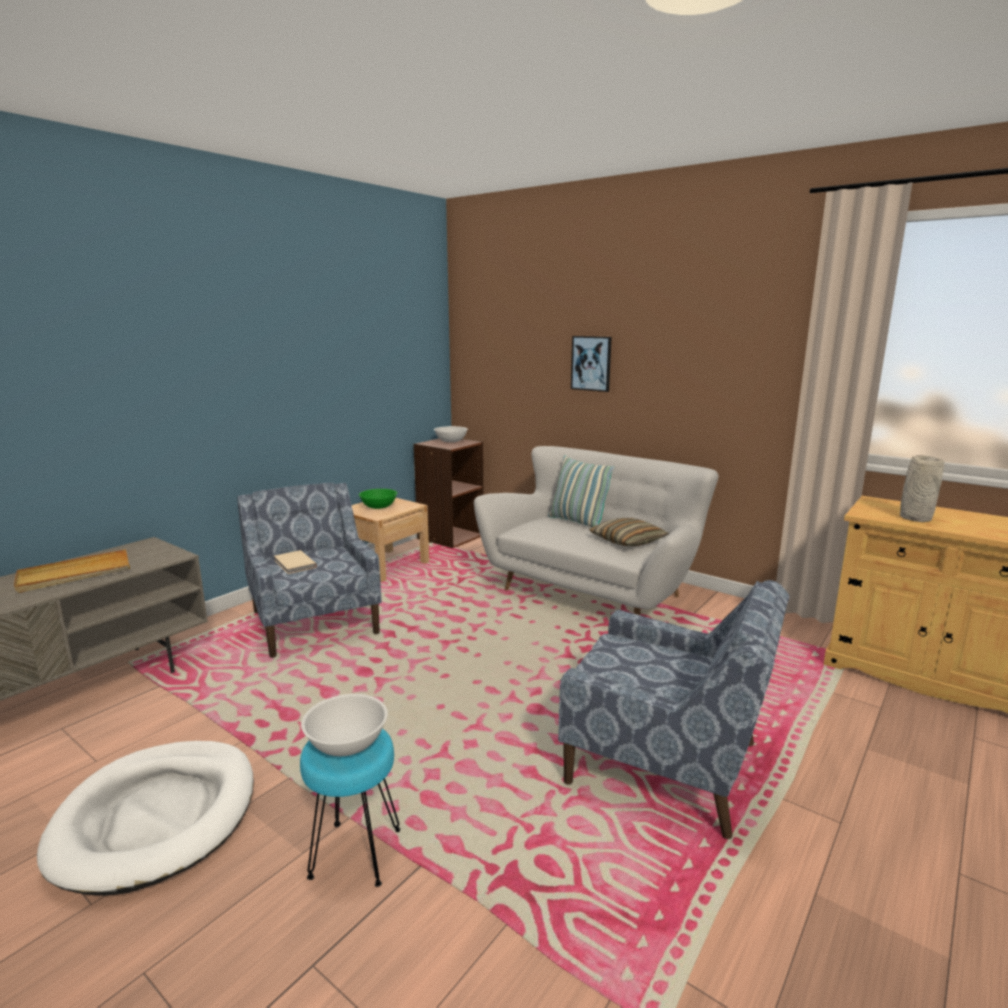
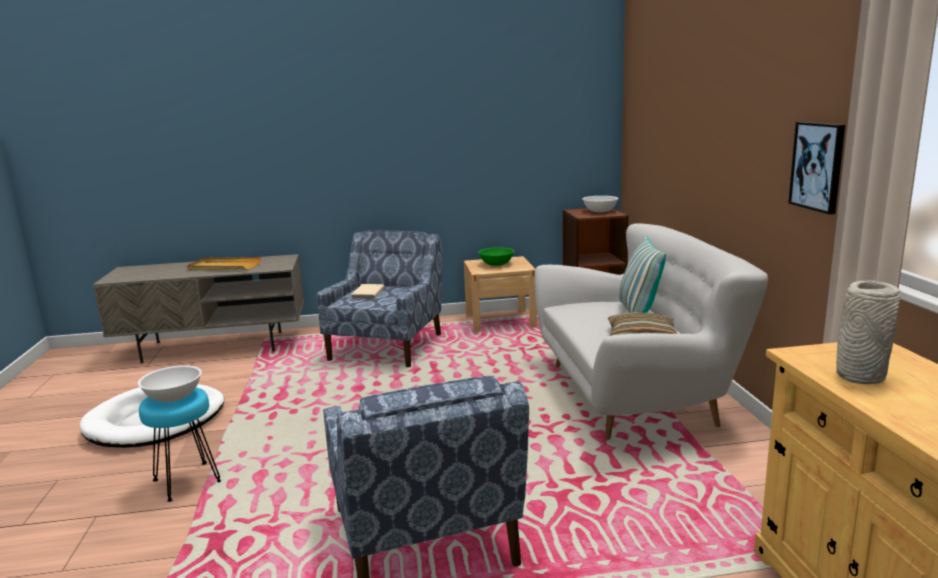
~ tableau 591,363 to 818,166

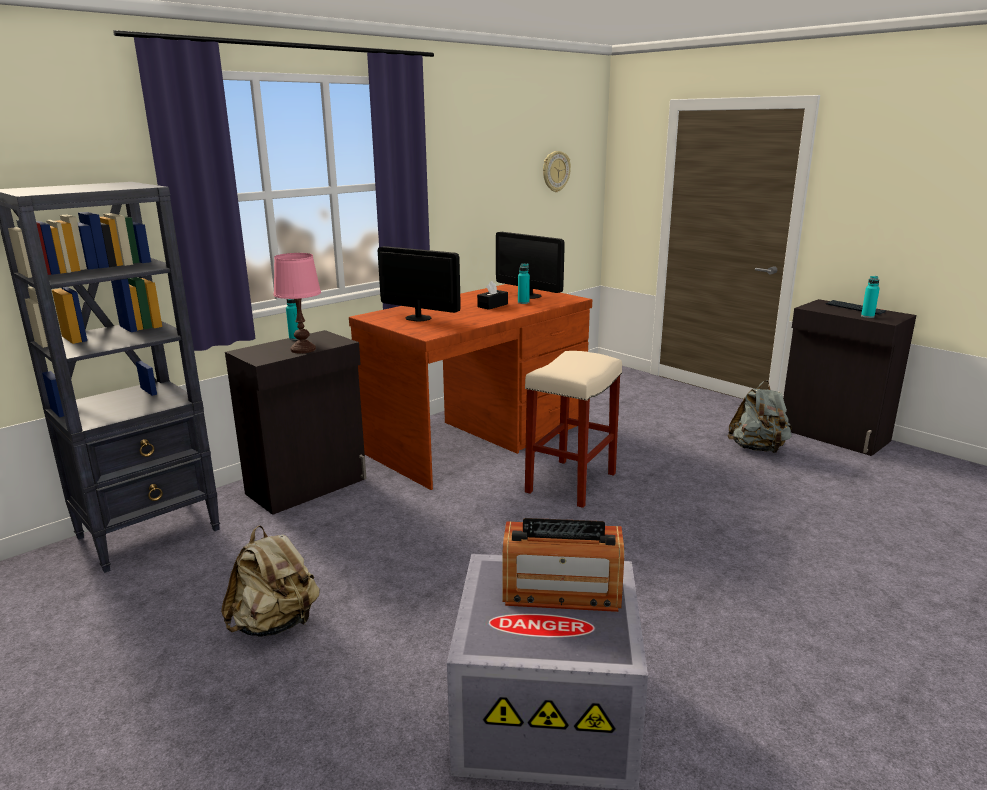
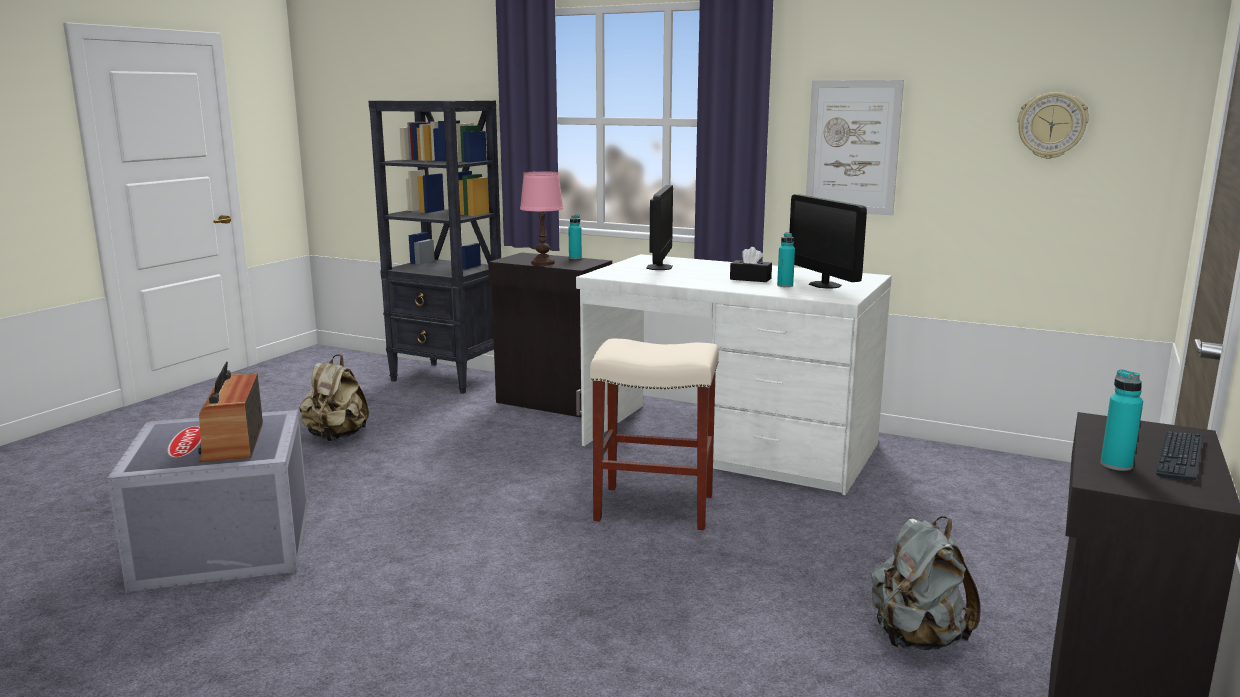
~ bureau (marron) 478,438 to bureau (blanc) 730,445
~ écran d'ordinateur 530,296 = 825,285 45 degrees counterclockwise
+ tableau 852,147

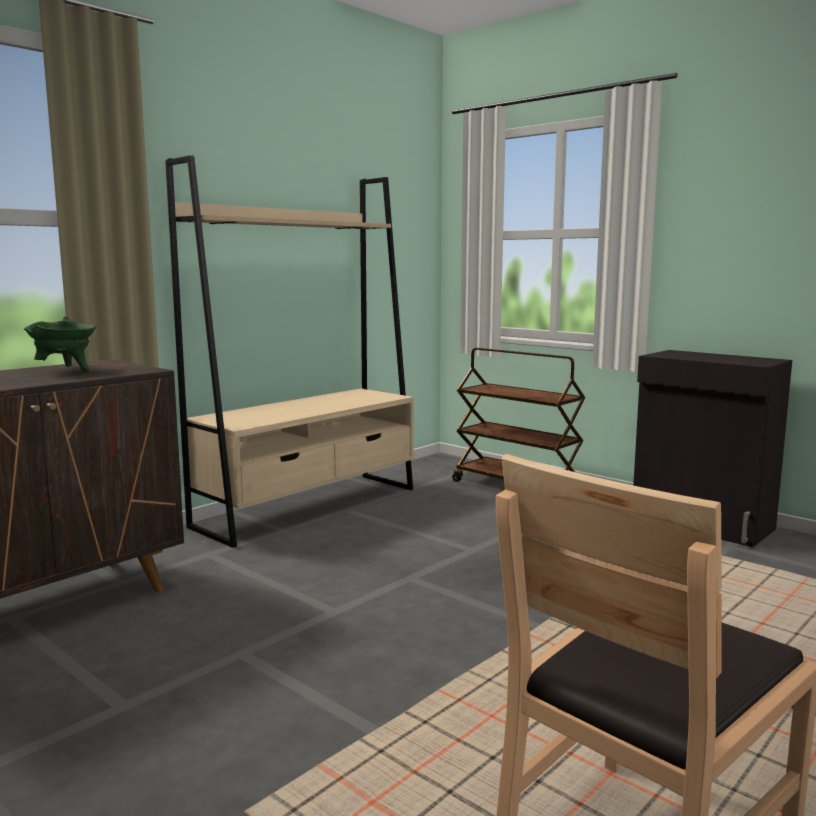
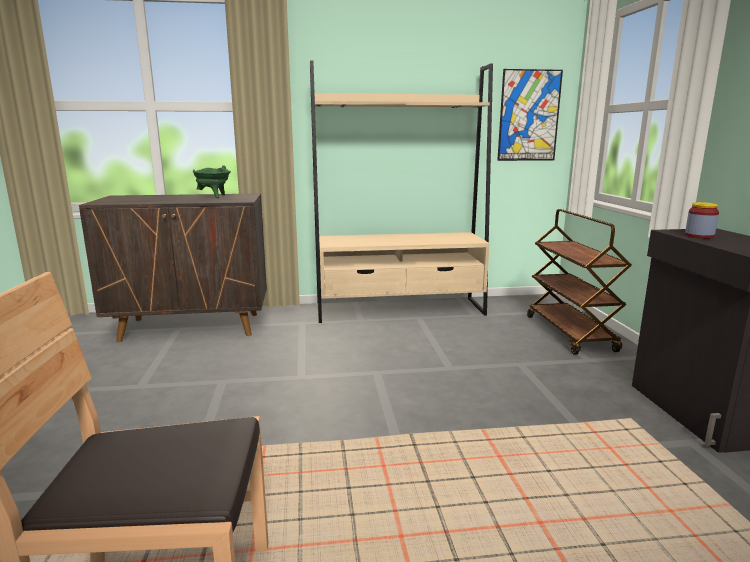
+ tableau 529,116
+ bocal 699,236

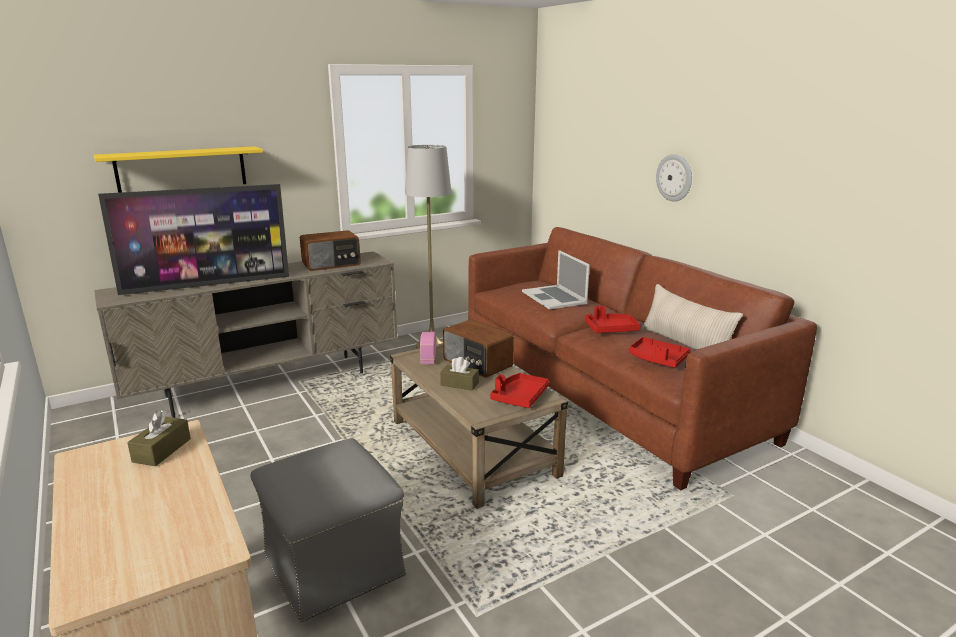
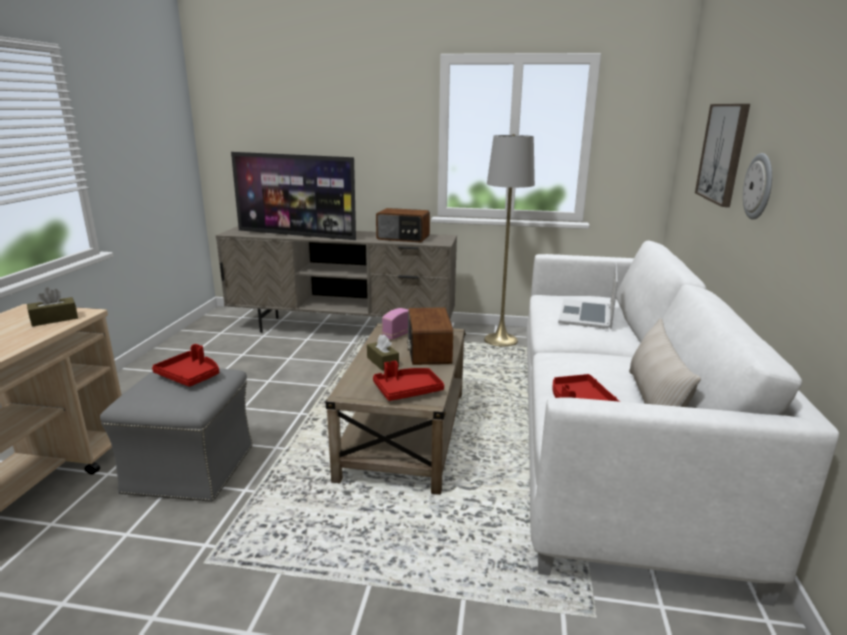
- étagère (jaune) 182,169
~ canapé (marron) 607,391 to canapé (blanc) 612,439
~ plateau (rouge) 611,329 to 190,376
+ tableau 723,153

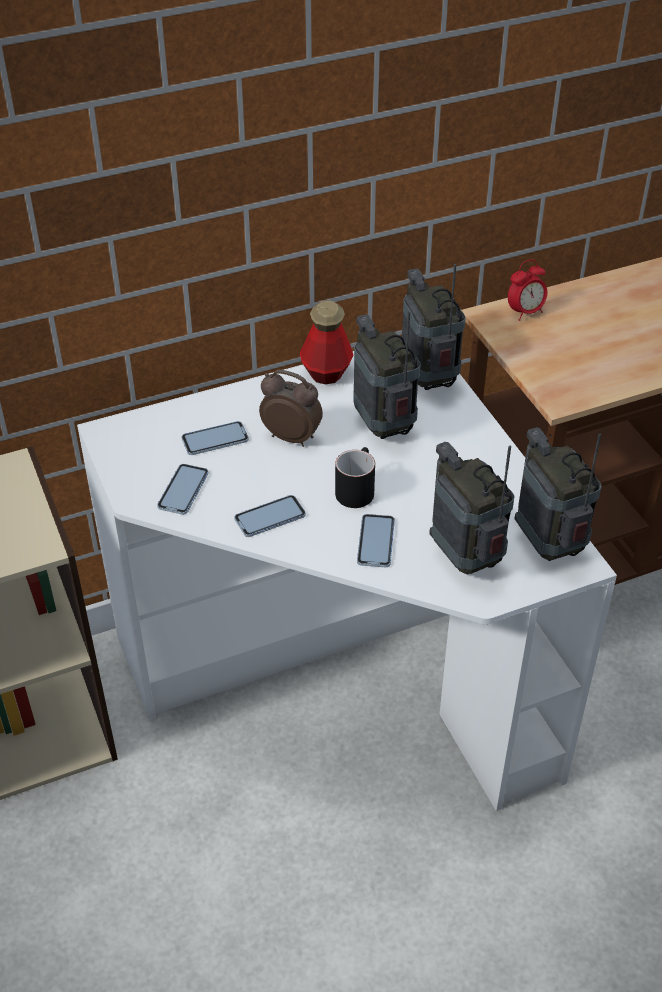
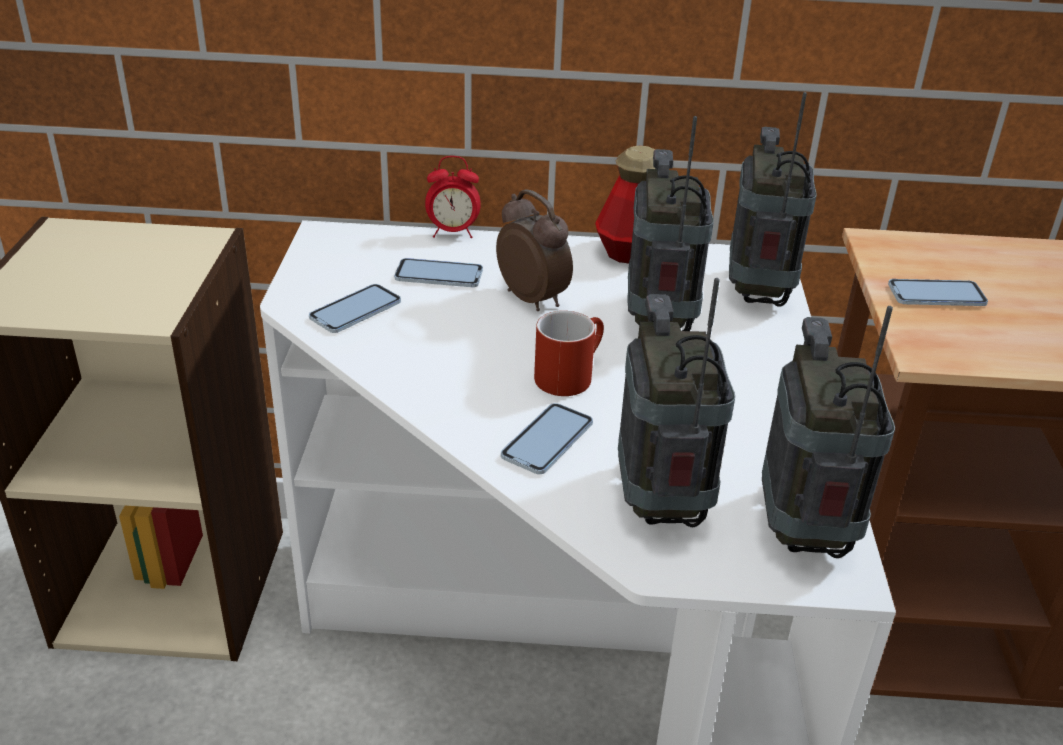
~ téléphone 270,517 to 936,295
~ mug (noir) 355,489 to mug (rouge) 569,374
~ réveil 525,312 to 453,233

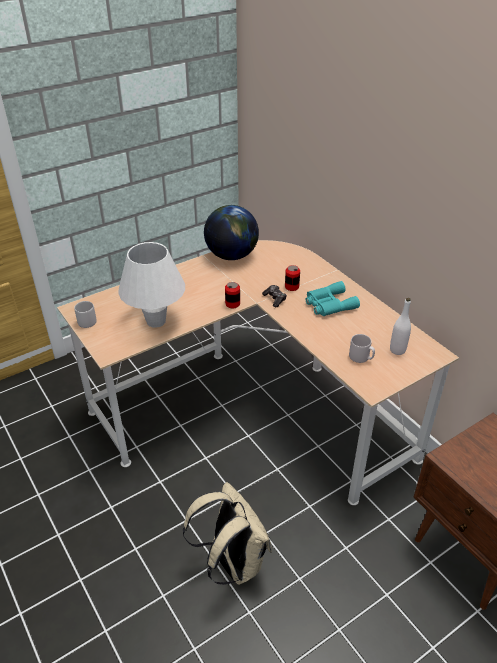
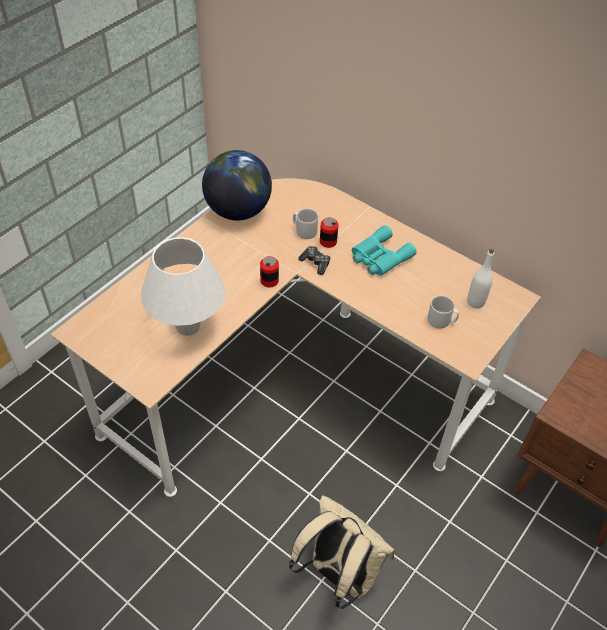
~ mug (gris) 86,321 to 304,231

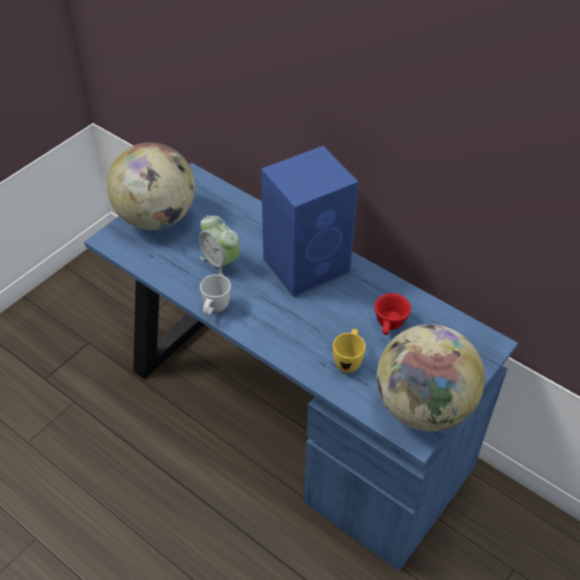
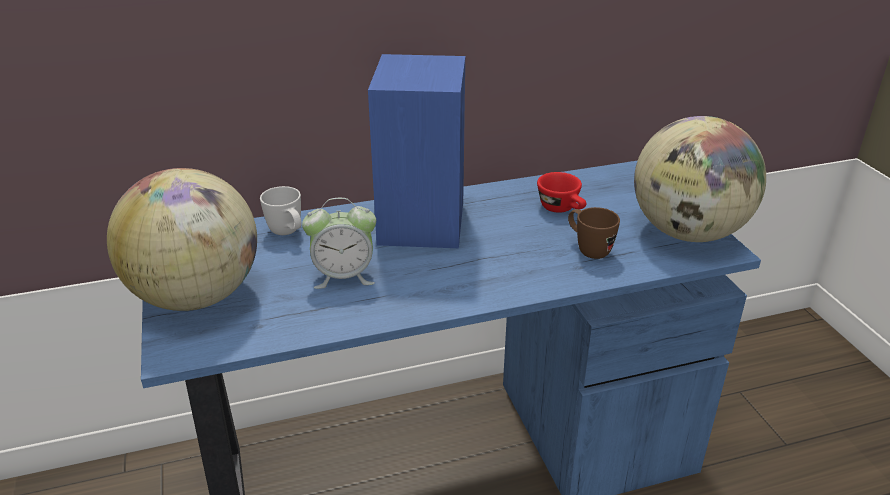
~ mug (blanc) 214,310 to 288,233
~ mug (jaune) 348,360 to mug (marron) 588,249

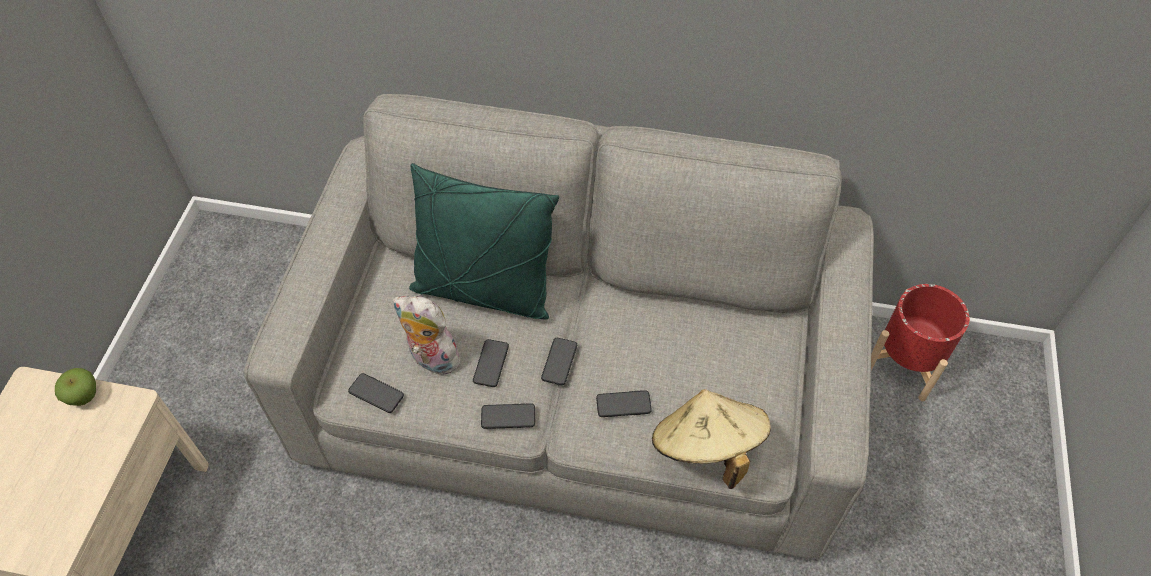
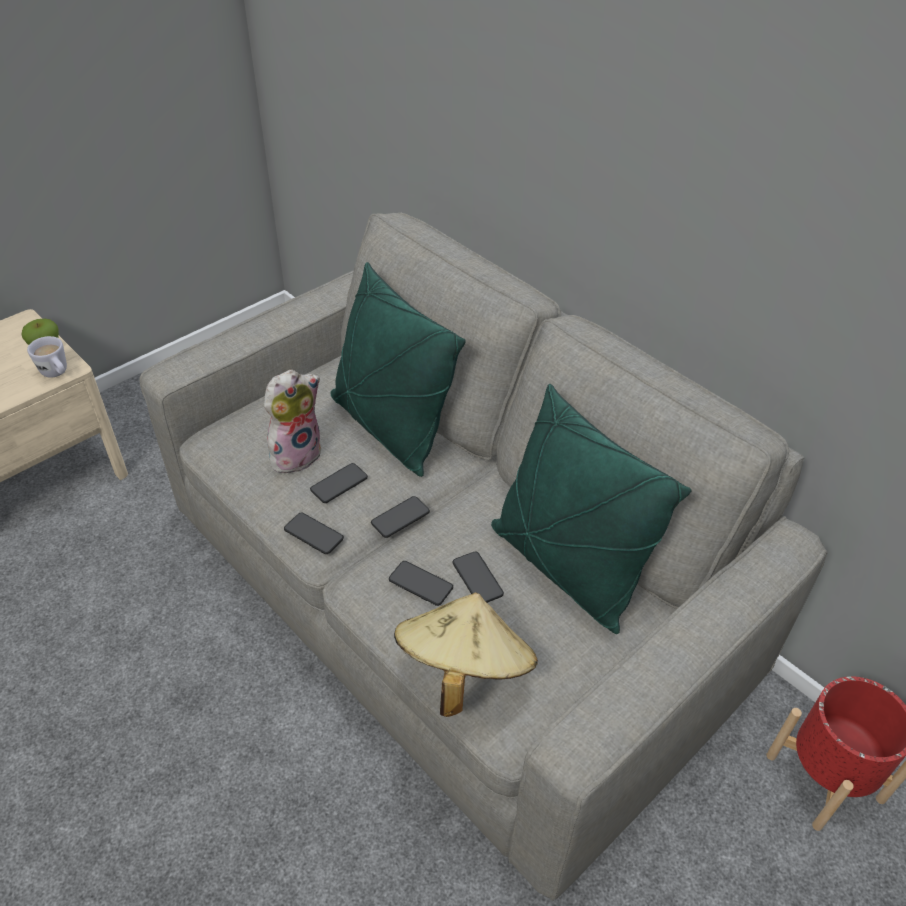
~ téléphone 376,393 to 477,578
~ peluche 431,359 = 296,454 75 degrees clockwise
+ mug (blanc) 57,374
+ coussin (vert) 566,567

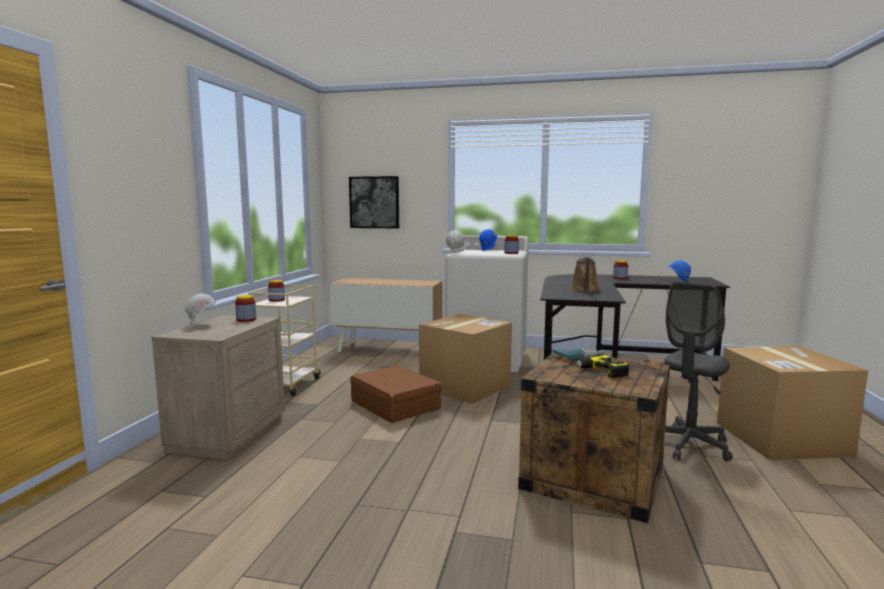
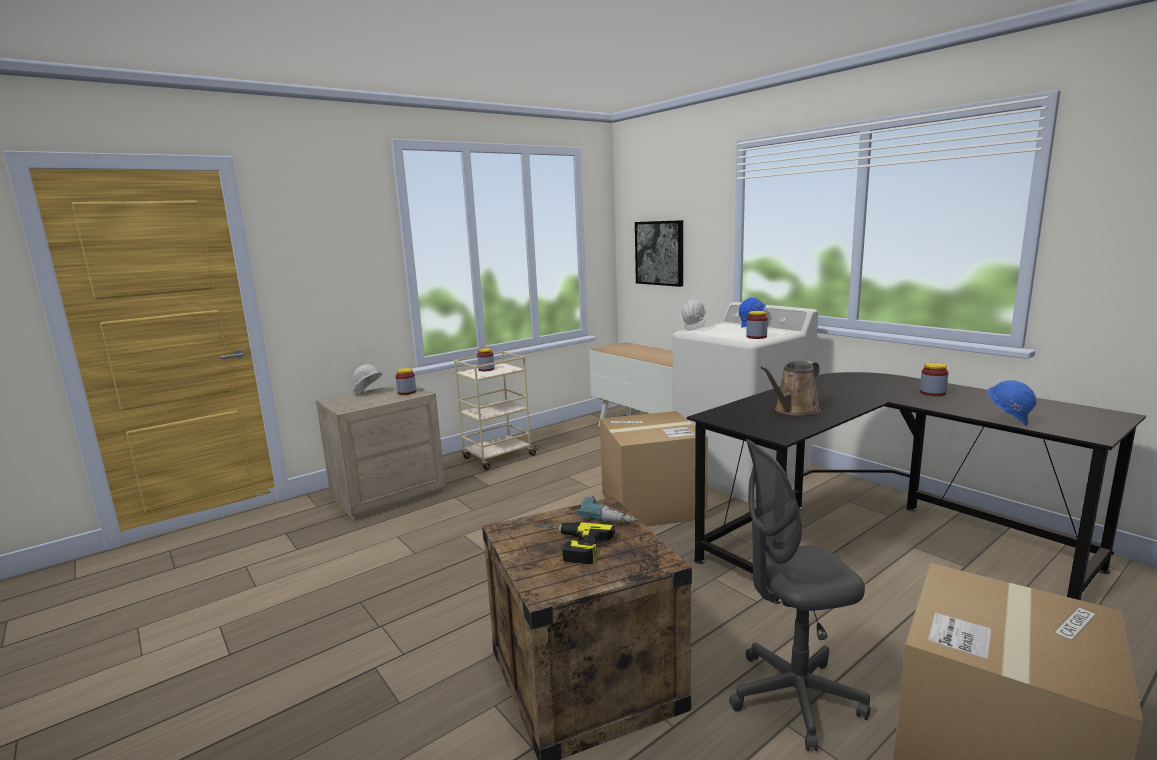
- valise (marron) 395,405

